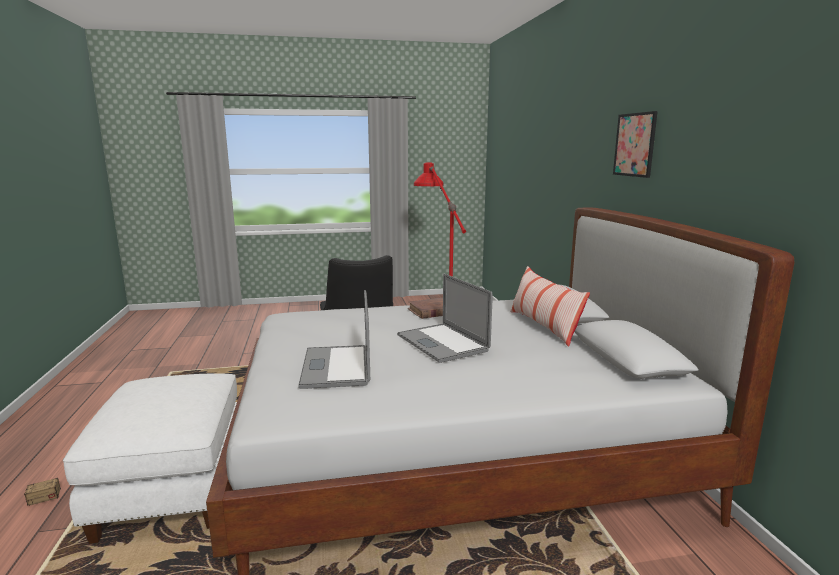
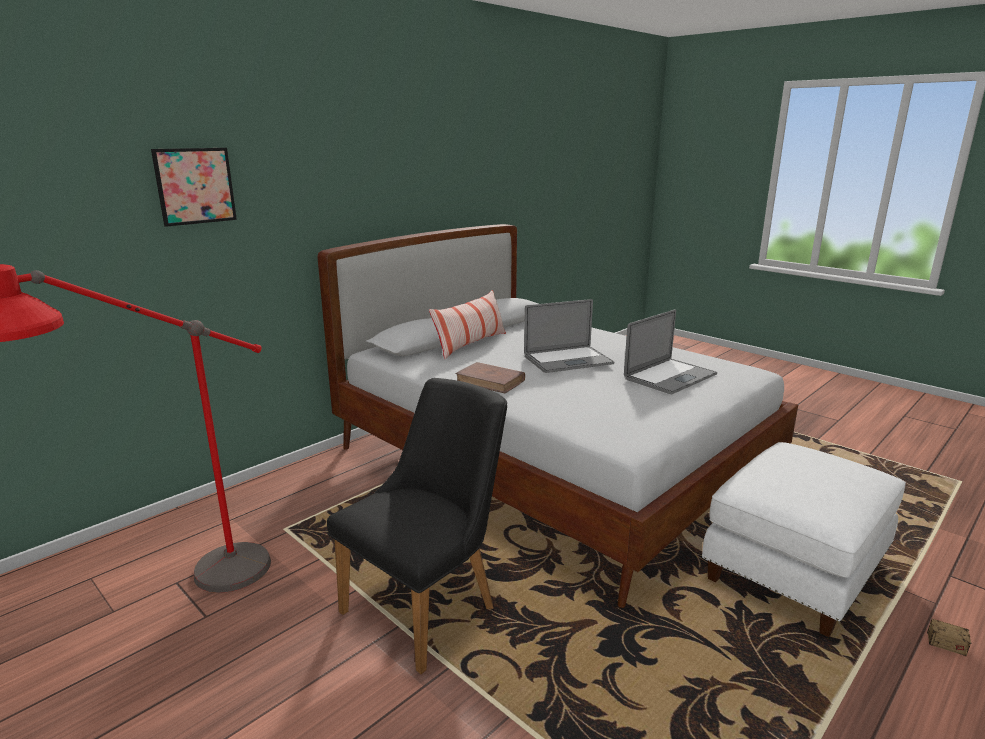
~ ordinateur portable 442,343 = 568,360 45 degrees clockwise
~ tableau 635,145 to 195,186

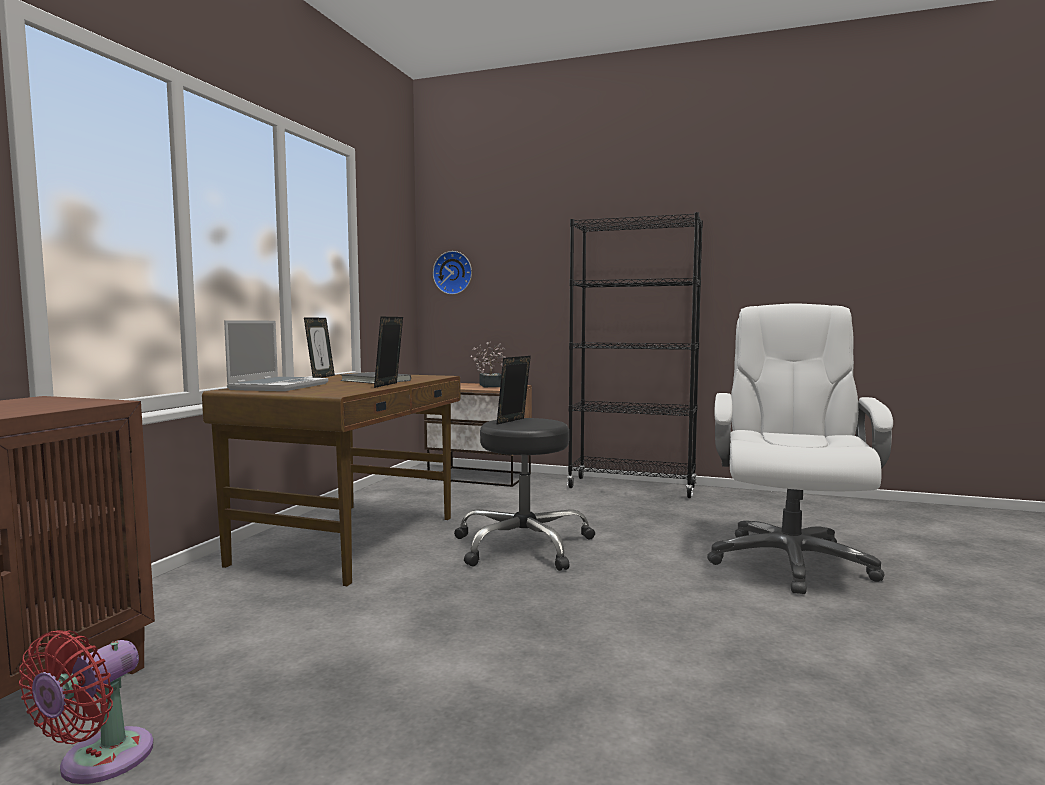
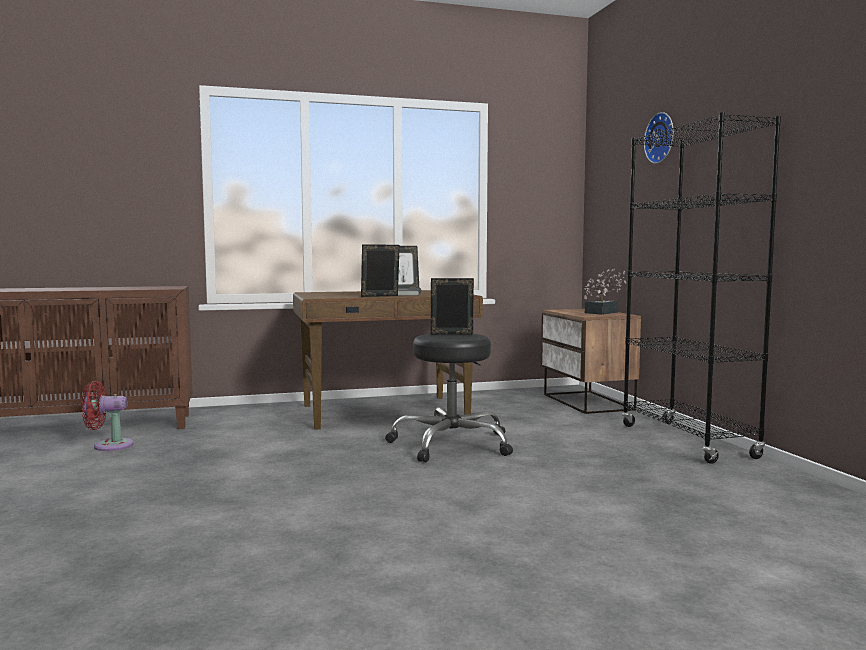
- ordinateur portable 279,386
~ horloge murale 453,273 to 662,138
- chaise de bureau (blanc) 789,561

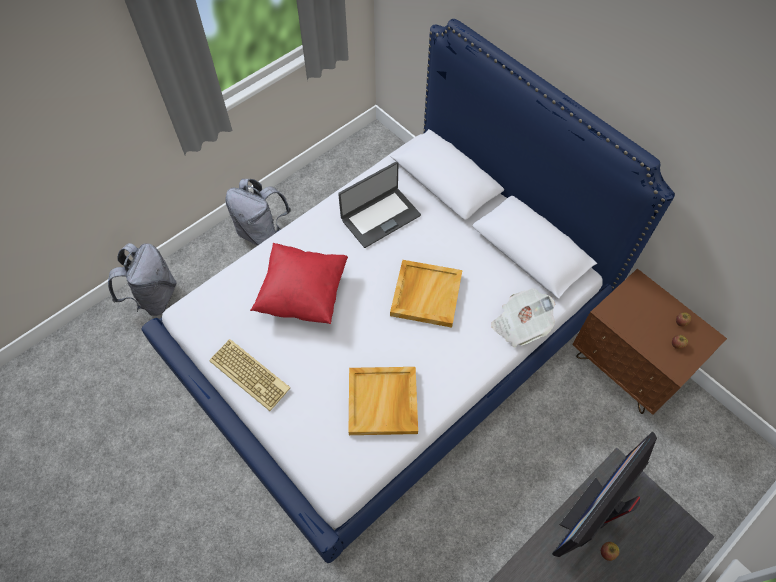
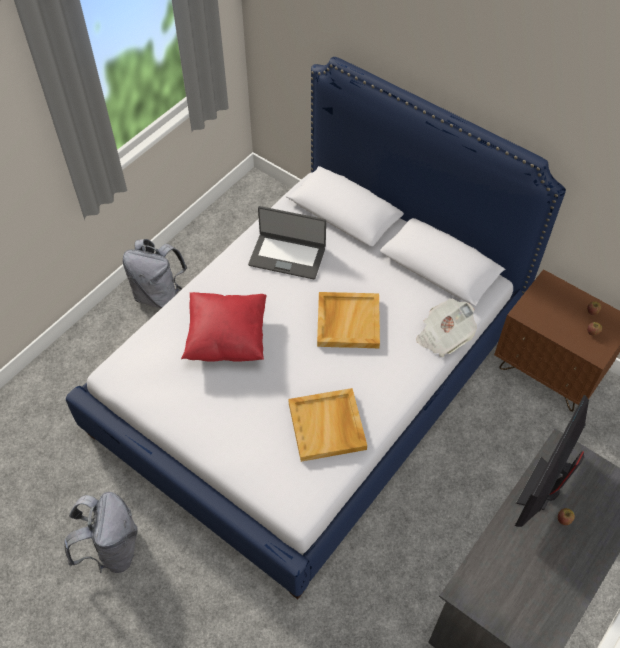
~ sac à dos (gris) 154,297 to 112,549
- clavier 251,374
~ ordinateur portable 380,217 = 287,256 60 degrees clockwise

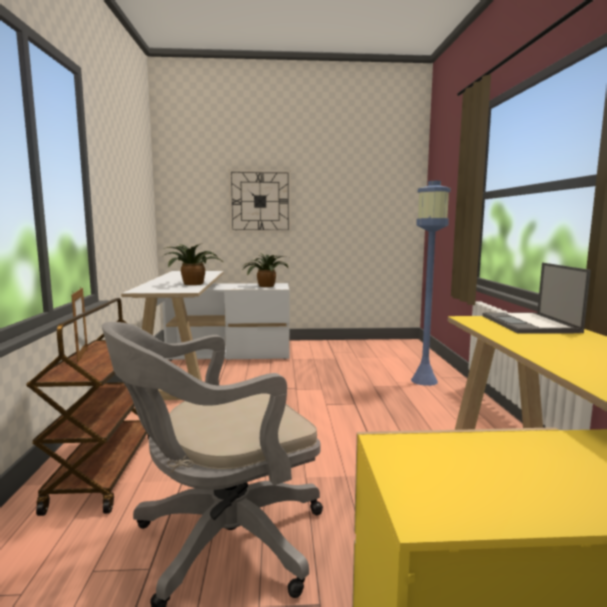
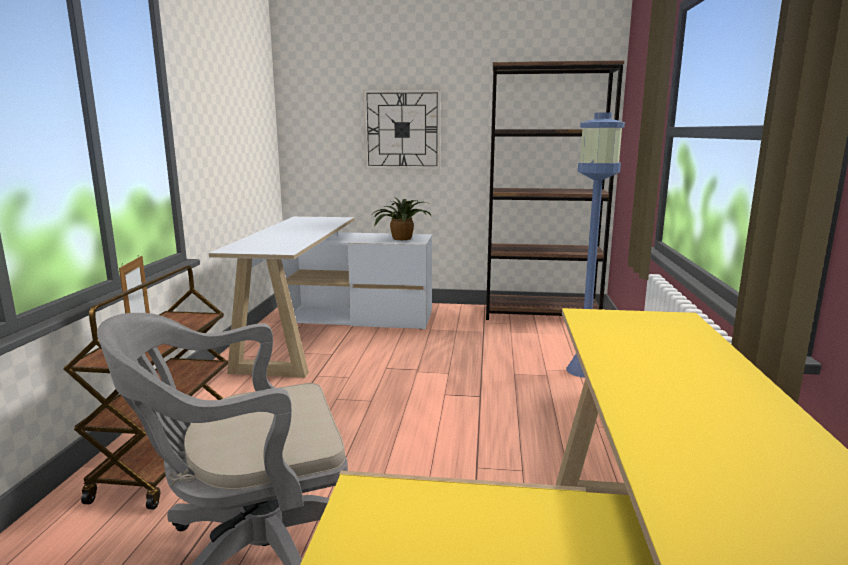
- plante en pot 193,283
- ordinateur portable 530,324
+ bibliothèque (marron) 541,314

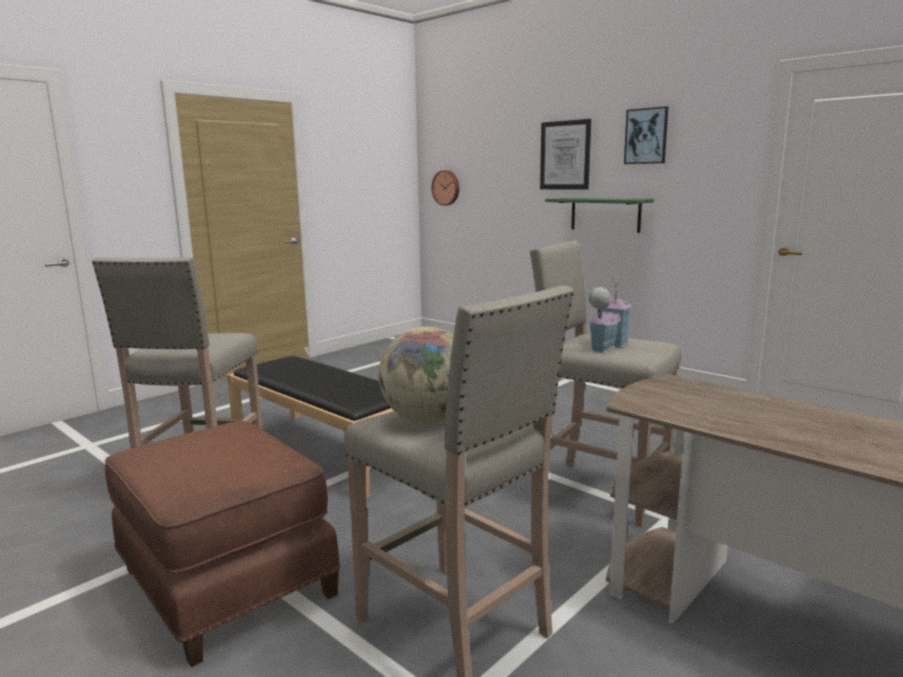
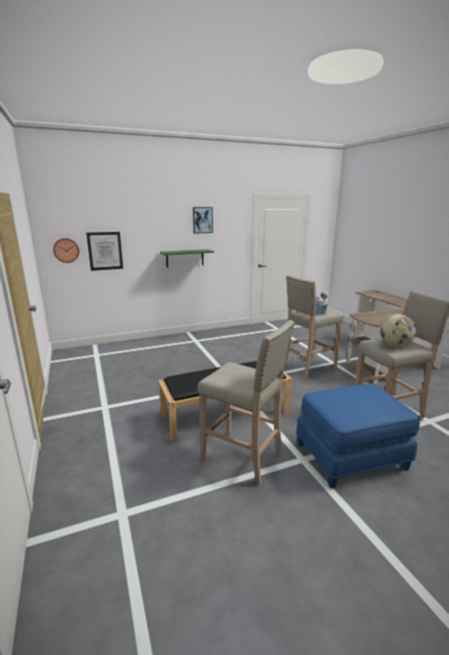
~ pouf (marron) 224,583 to pouf (bleu) 351,457
~ tableau 565,155 to 105,251

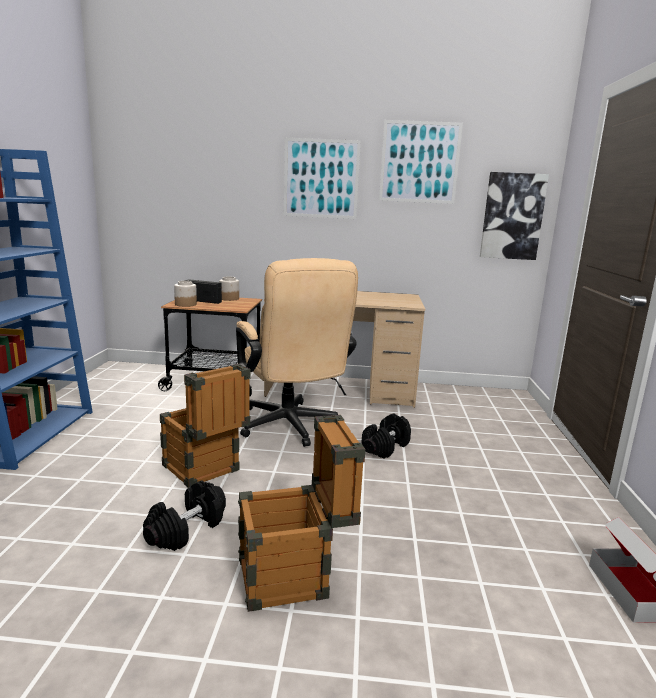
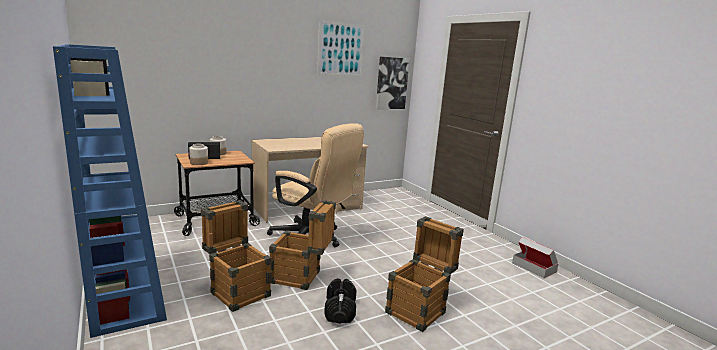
- tableau 321,179
- haltère (noir) 385,447
+ caisse 237,291

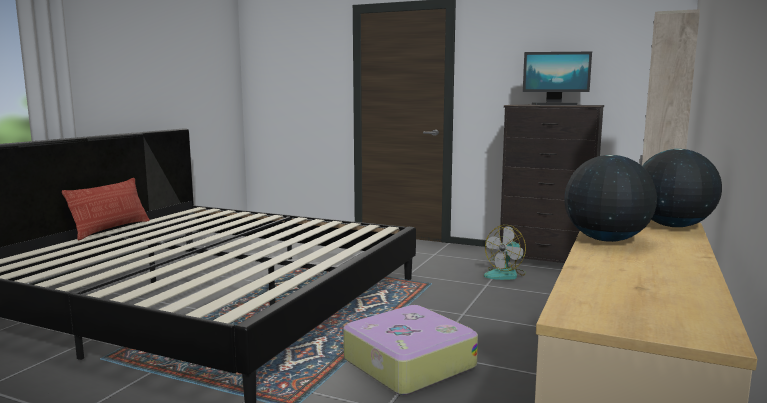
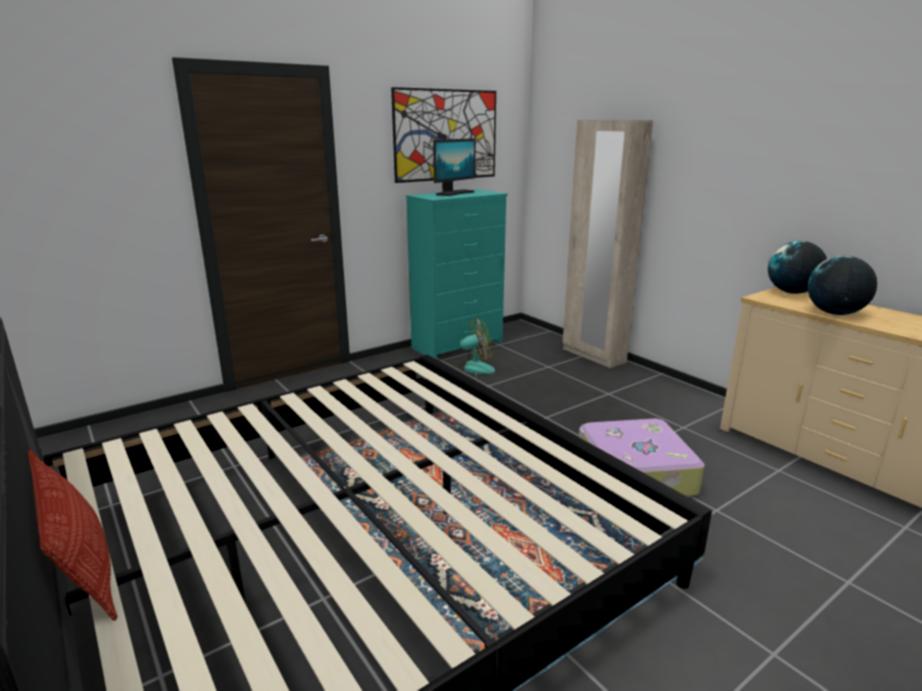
~ ventilateur 505,274 = 471,370 90 degrees counterclockwise
~ commode (noir) 546,261 to commode (turquoise) 458,345
+ tableau 446,135

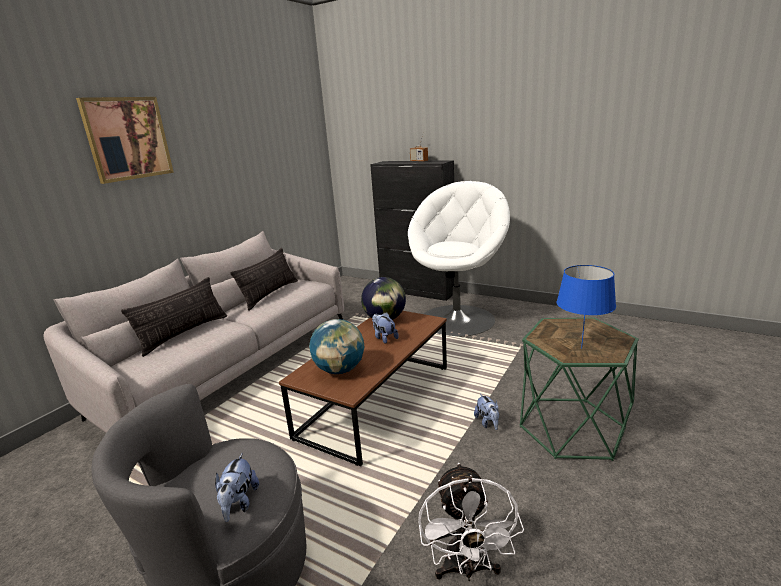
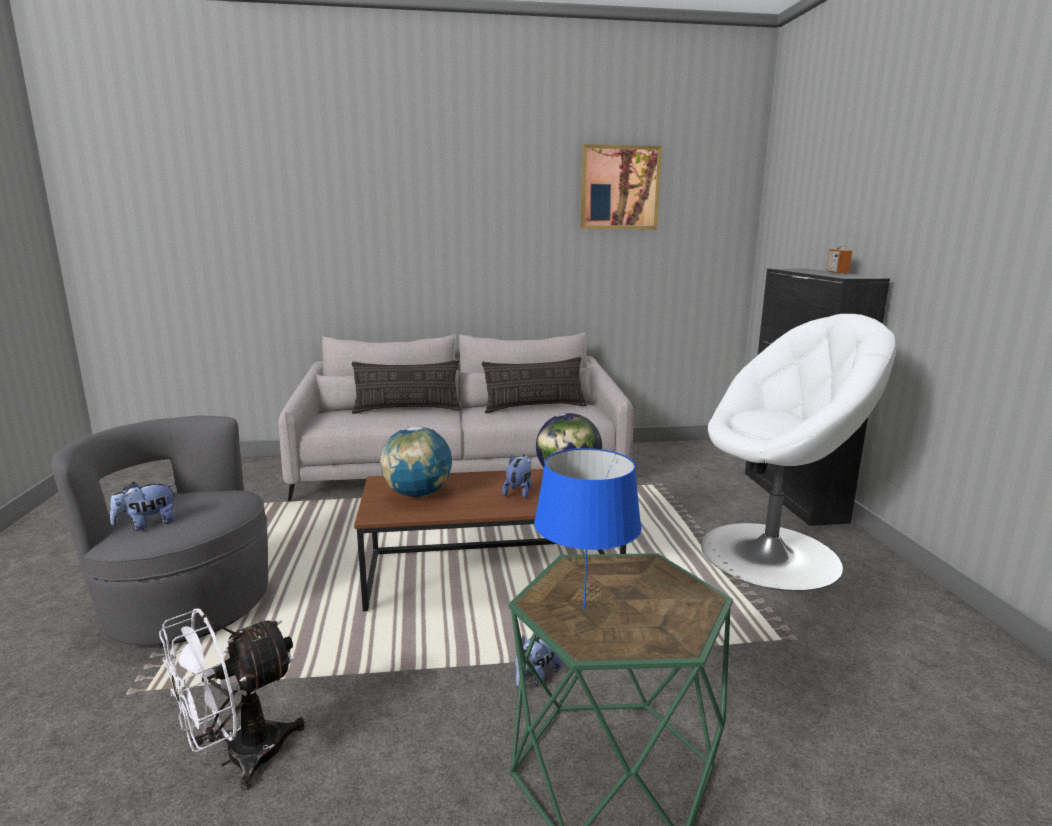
~ tableau 127,138 to 619,188

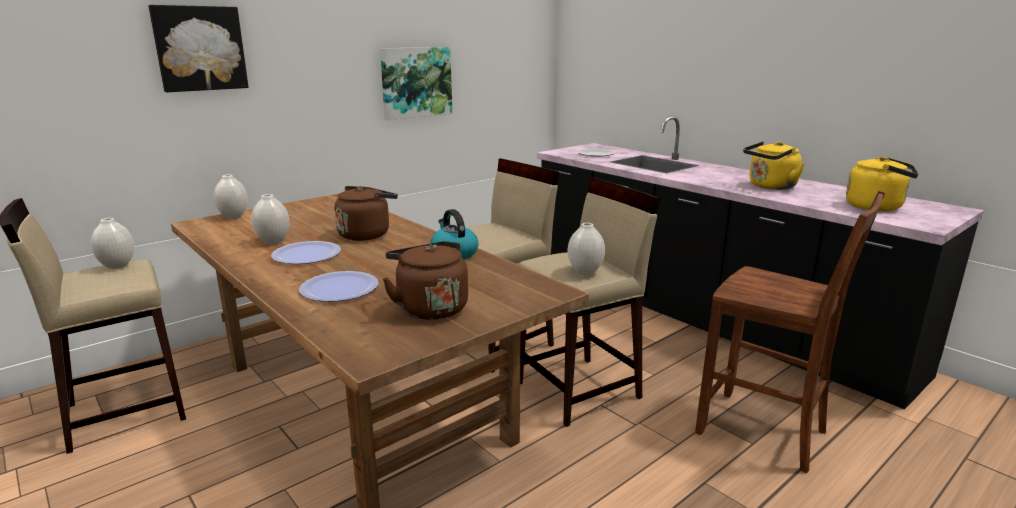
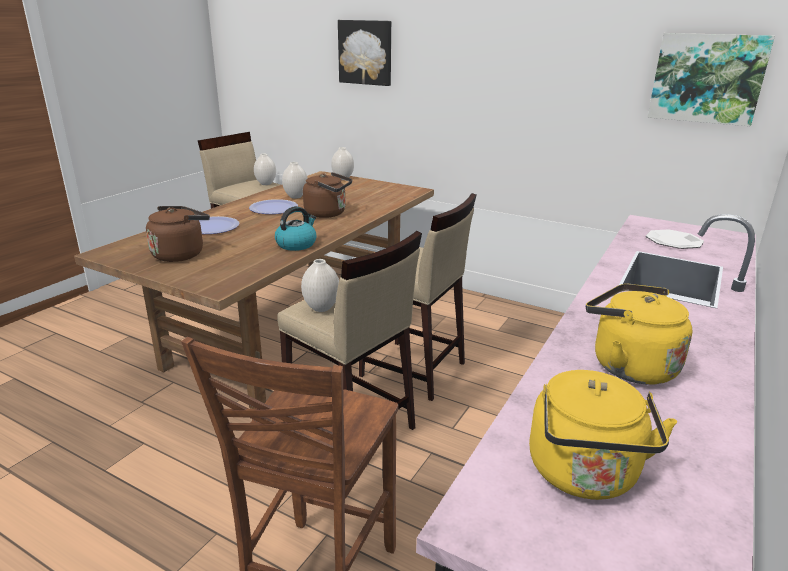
~ tableau 416,82 to 707,78

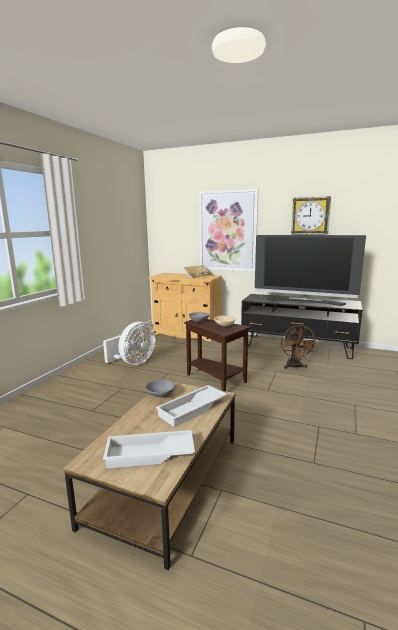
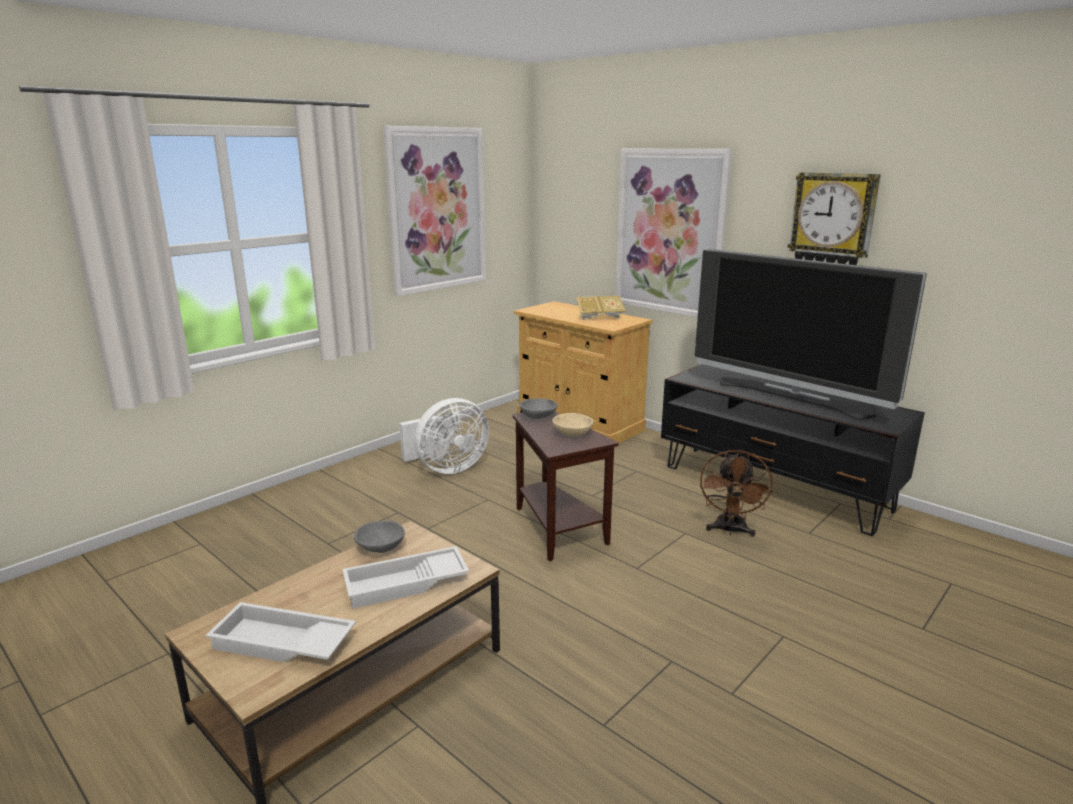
+ tableau 437,209

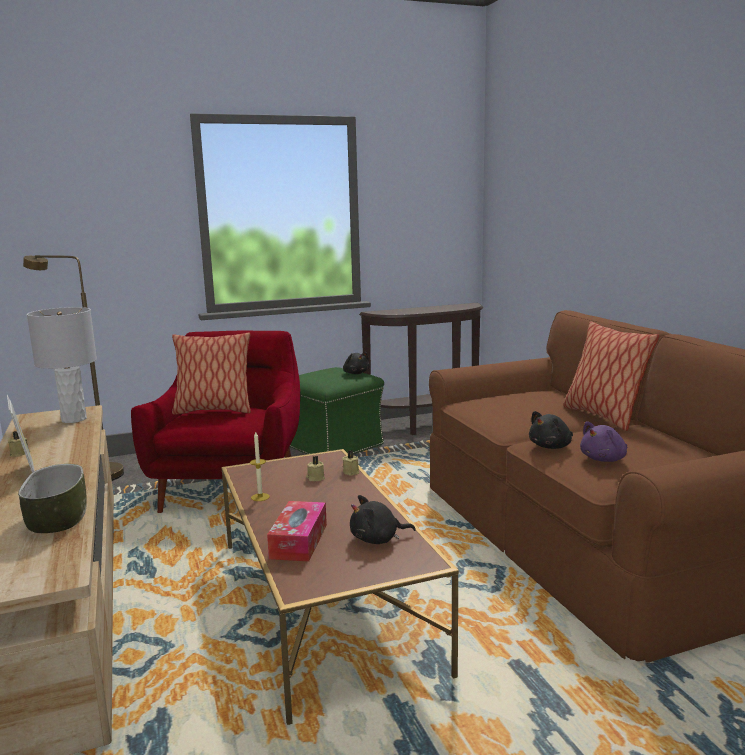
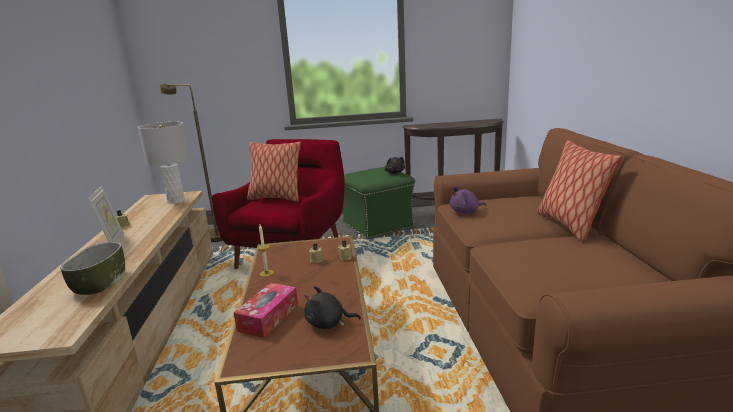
- peluche (noir) 551,446
~ peluche (violet) 604,459 to 466,212

